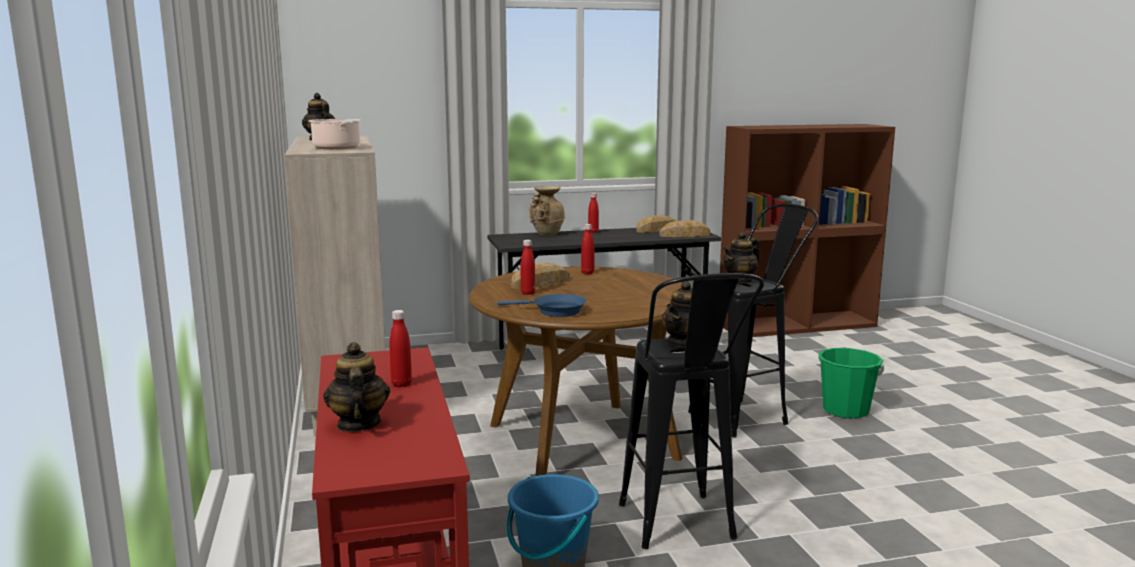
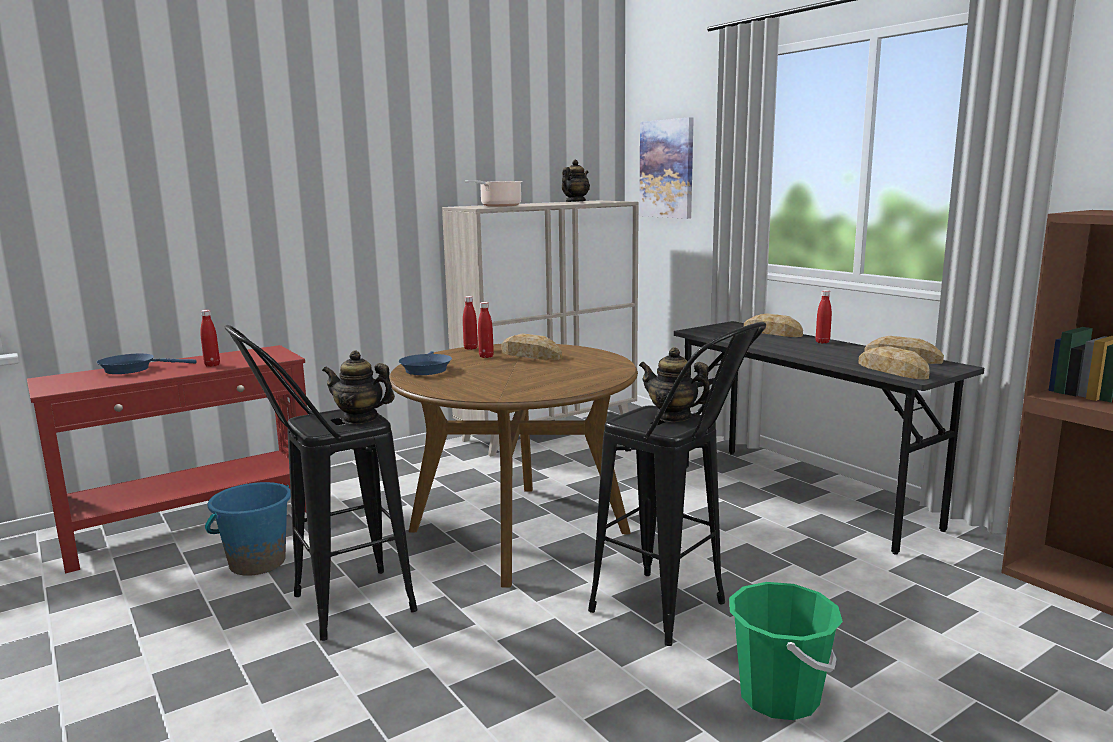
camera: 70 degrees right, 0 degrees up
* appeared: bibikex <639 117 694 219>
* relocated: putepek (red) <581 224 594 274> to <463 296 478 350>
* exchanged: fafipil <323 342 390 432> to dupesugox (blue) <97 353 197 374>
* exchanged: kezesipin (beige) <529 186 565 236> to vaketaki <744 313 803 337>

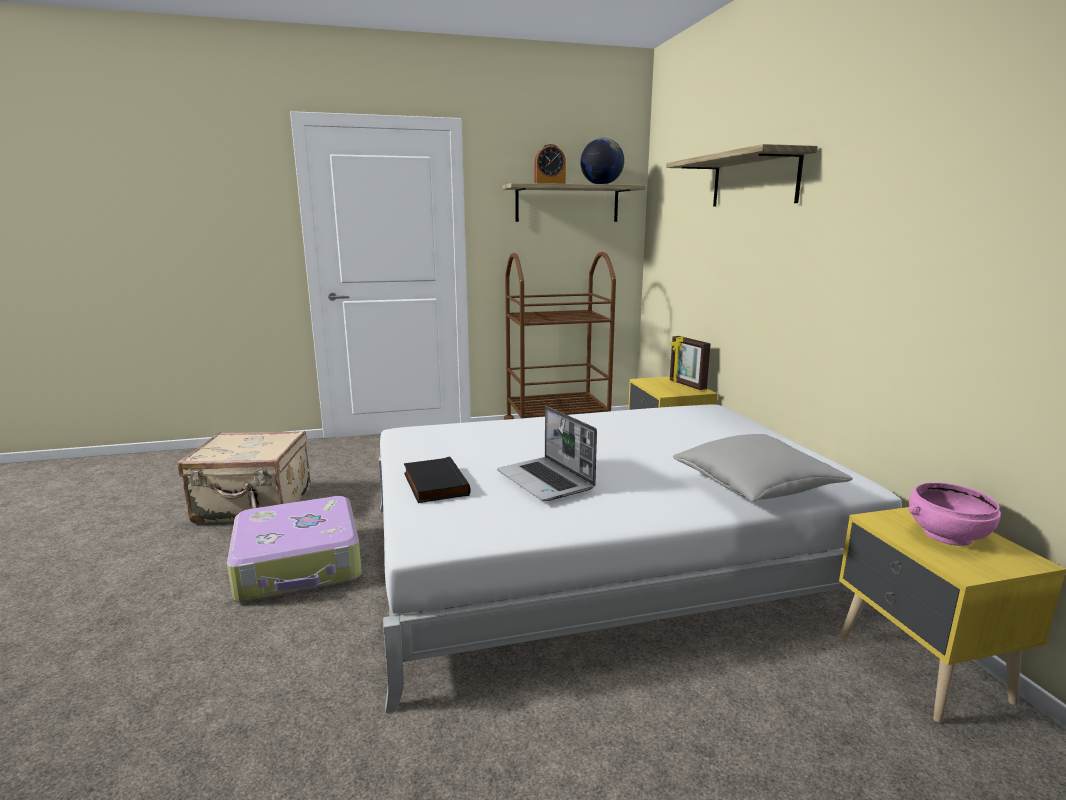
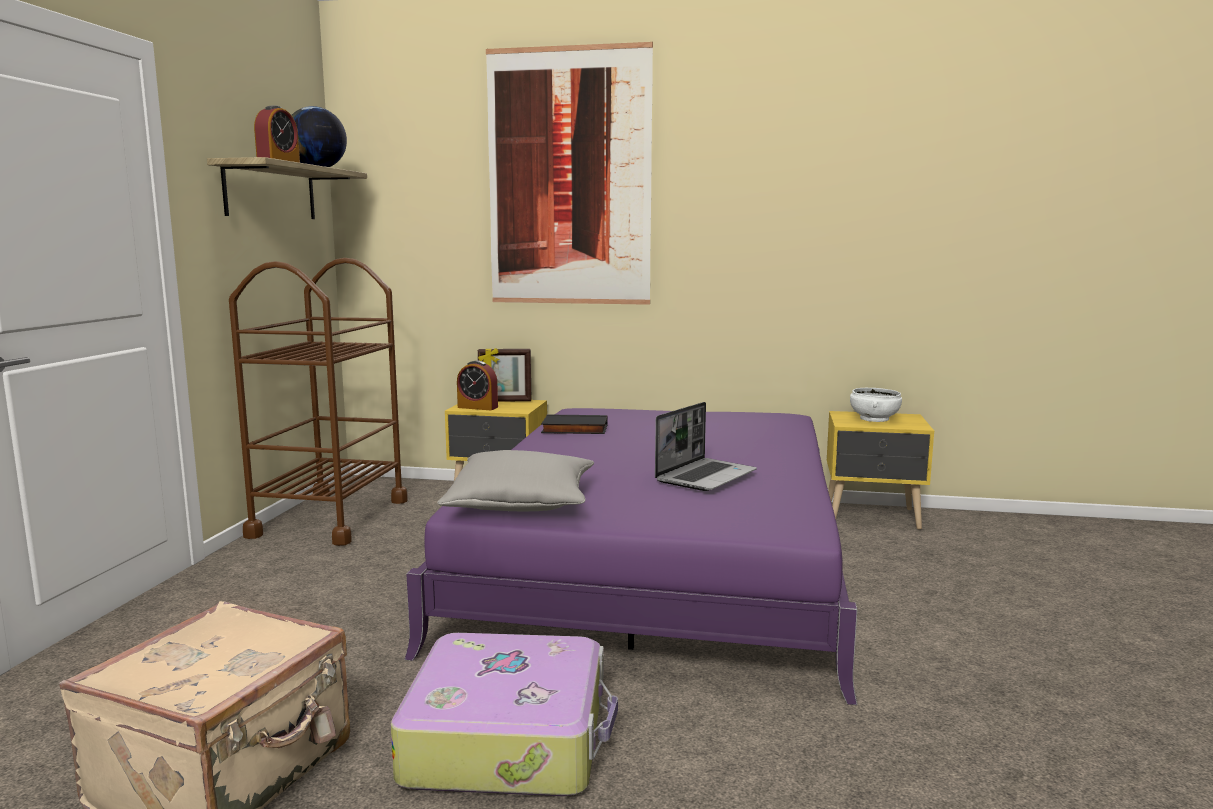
camera: 65 degrees left, 5 degrees down
* appeared: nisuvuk <457 360 498 410>
* relocated: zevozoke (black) <404 457 471 503> to <541 415 607 434>
* relocated: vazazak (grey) <673 434 853 501> to <437 450 594 511>
* exchanged: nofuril <666 144 818 207> to bibikex <486 42 653 305>
* colour: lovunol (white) <379 405 902 713> to lovunol (purple) <405 408 858 705>
* colour: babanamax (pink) <909 482 1001 546> to babanamax (white) <850 388 902 422>
* spun: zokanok <497 406 597 501> = <655 402 757 491> 45 degrees counterclockwise

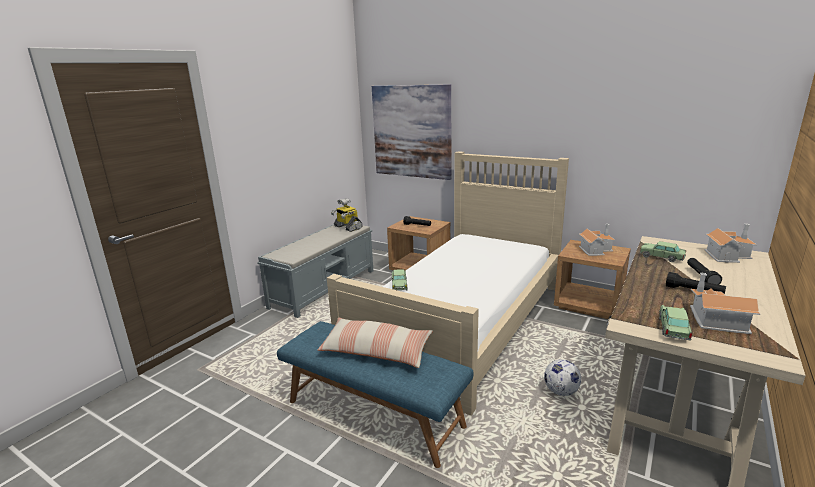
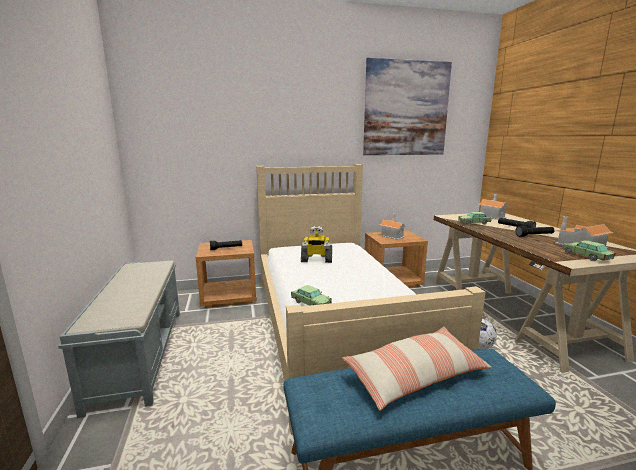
camera: 45 degrees left, 5 degrees down
* relocated: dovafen <331 198 363 232> to <301 226 332 263>
* relocated: bibikex <372 84 451 180> to <363 58 452 155>

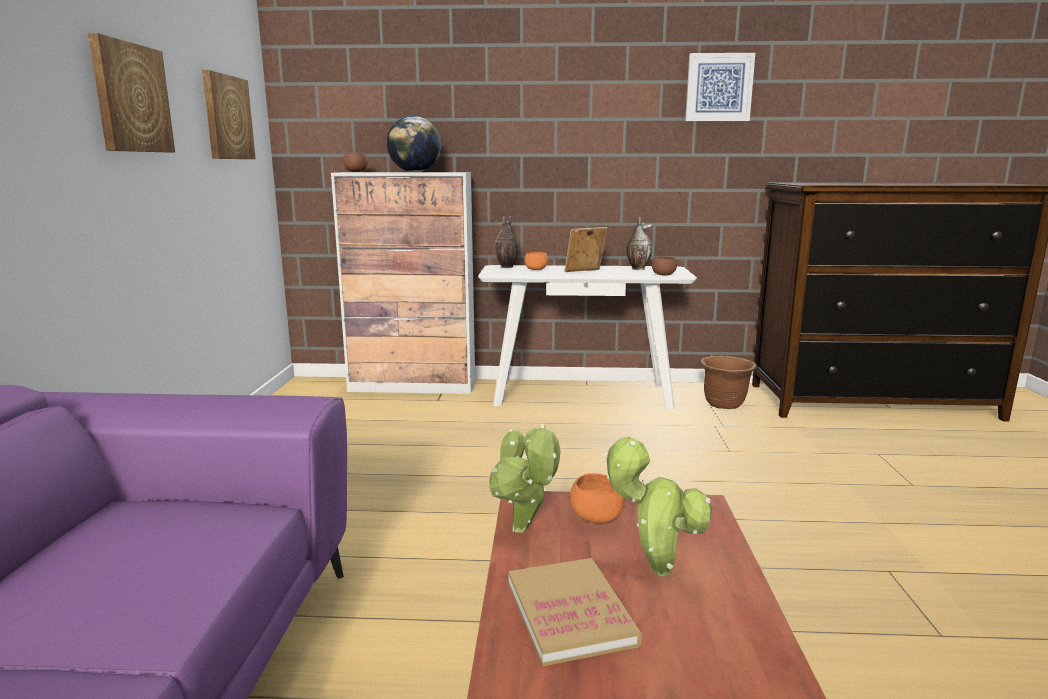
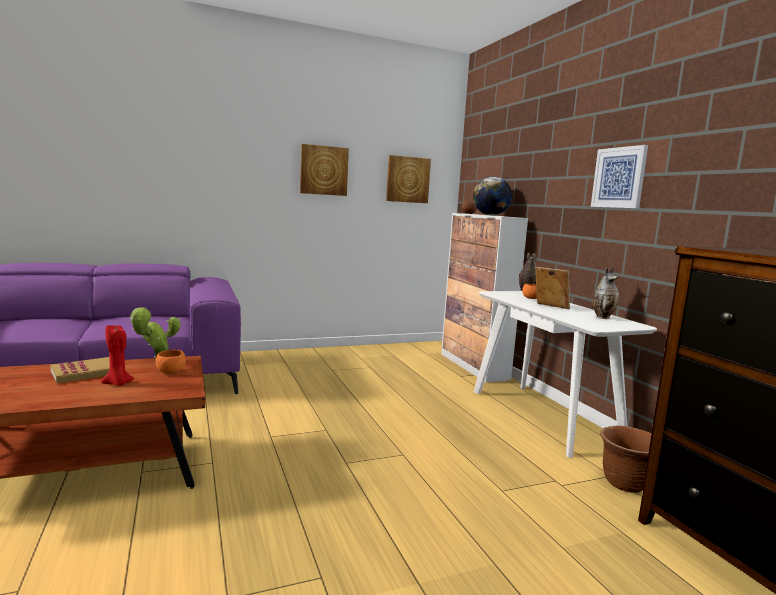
camera: 65 degrees right, 5 degrees down
* missing: babanamax (brown) <652 257 677 276>
* relocated: bibikex <685 53 755 121> to <591 145 648 209>
* exchanged: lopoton <604 437 712 576> to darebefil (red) <101 326 134 386>

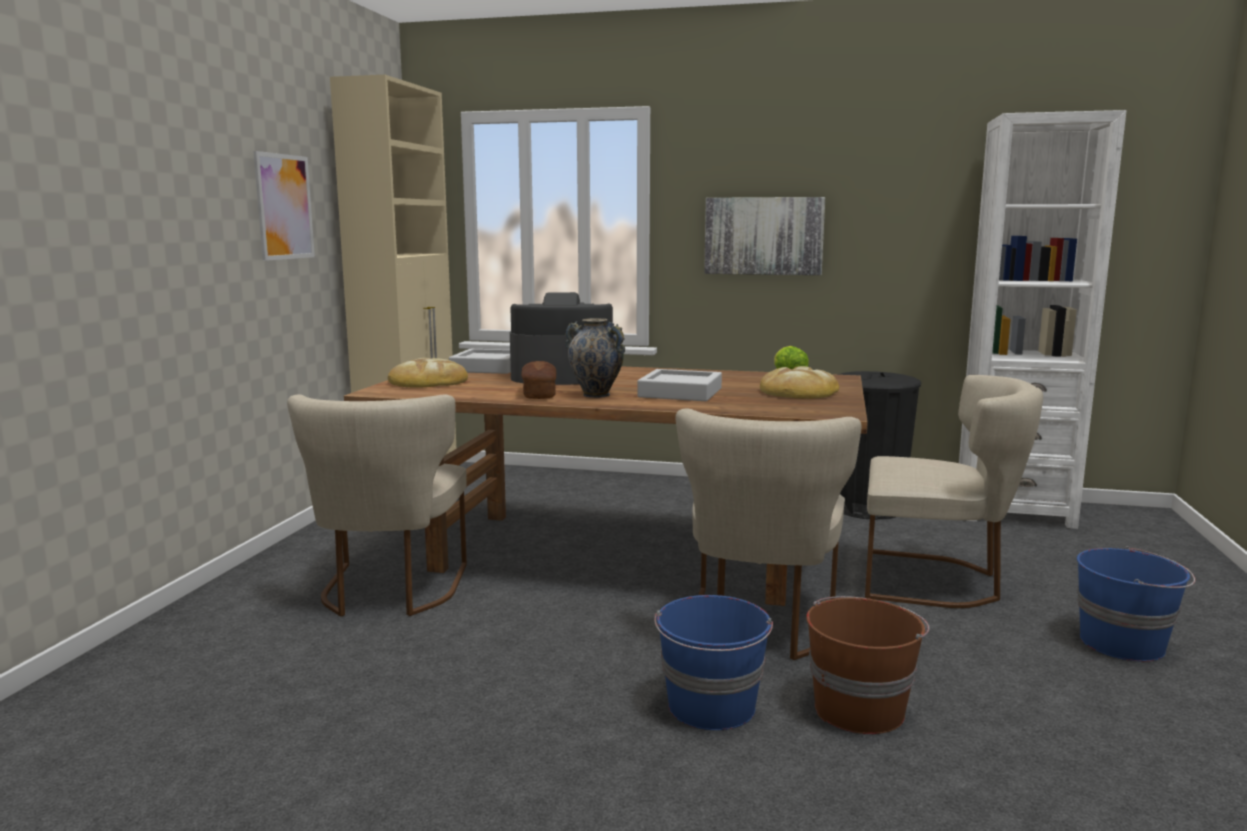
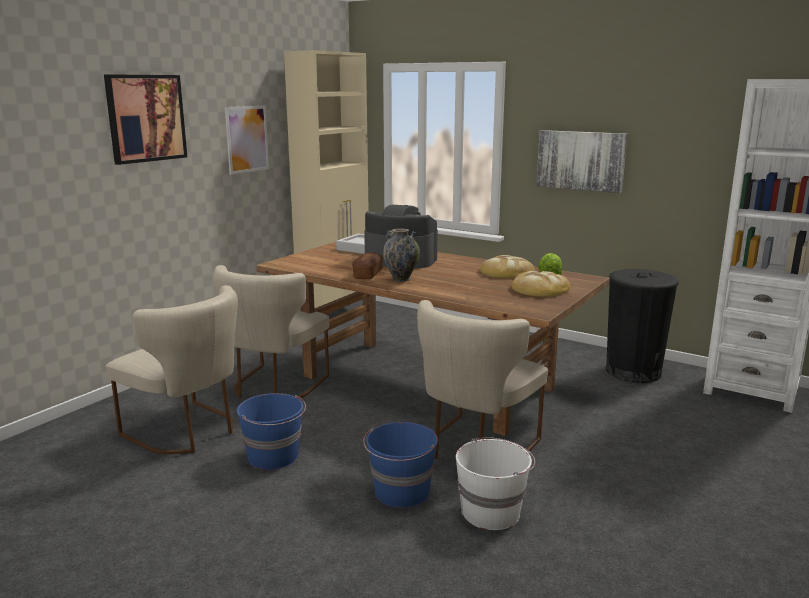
camera: 20 degrees right, 5 degrees up
* missing: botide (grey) <637 369 722 401>
* appeared: bibikex <104 74 187 165>
* relocated: vaketaki <388 358 468 388> to <480 255 535 278>
* relocated: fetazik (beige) <865 375 1043 608> to <106 285 238 454>
* relocated: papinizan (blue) <1077 546 1195 662> to <237 393 306 470>
* colour: papinizan (brown) <806 596 929 734> to papinizan (white) <456 437 535 530>

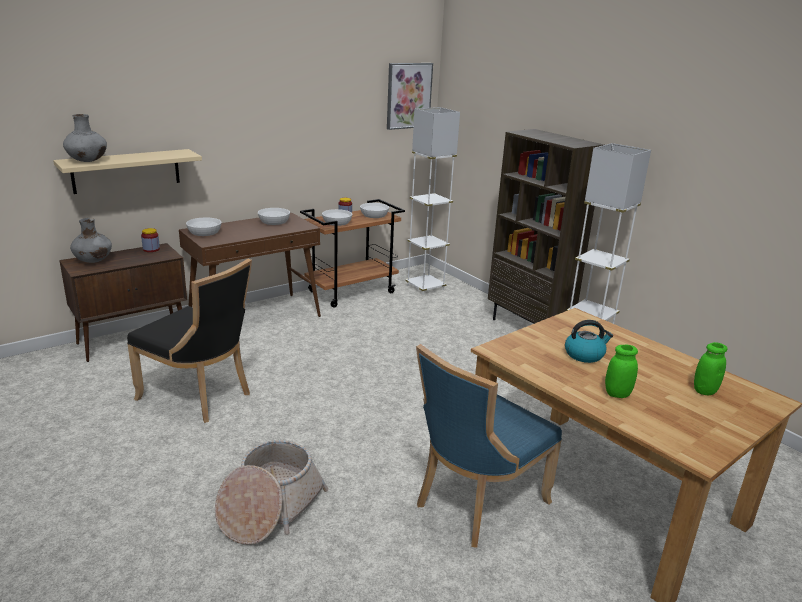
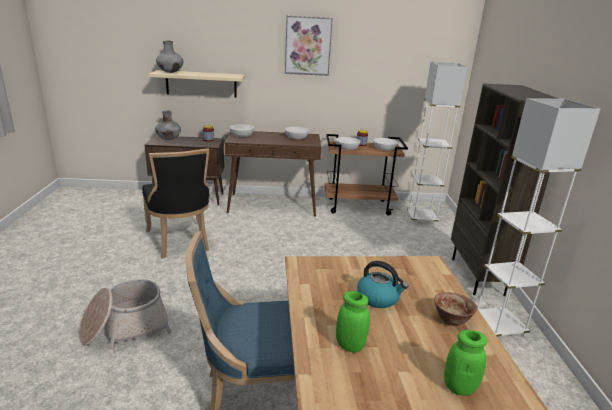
camera: 35 degrees right, 0 degrees up
* appeared: babanamax <434 292 478 326>
* relocated: bibikex <387 63 433 130> to <285 16 333 76>

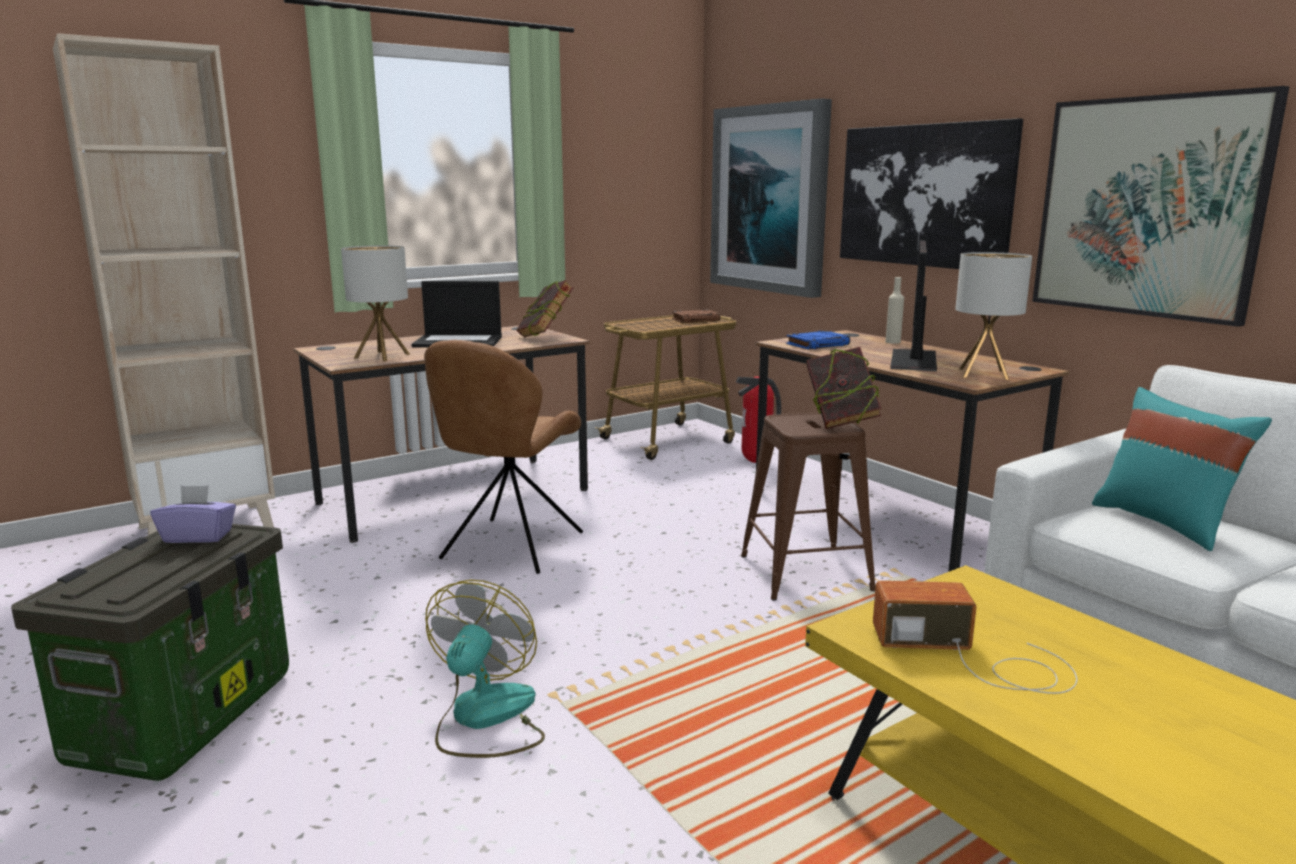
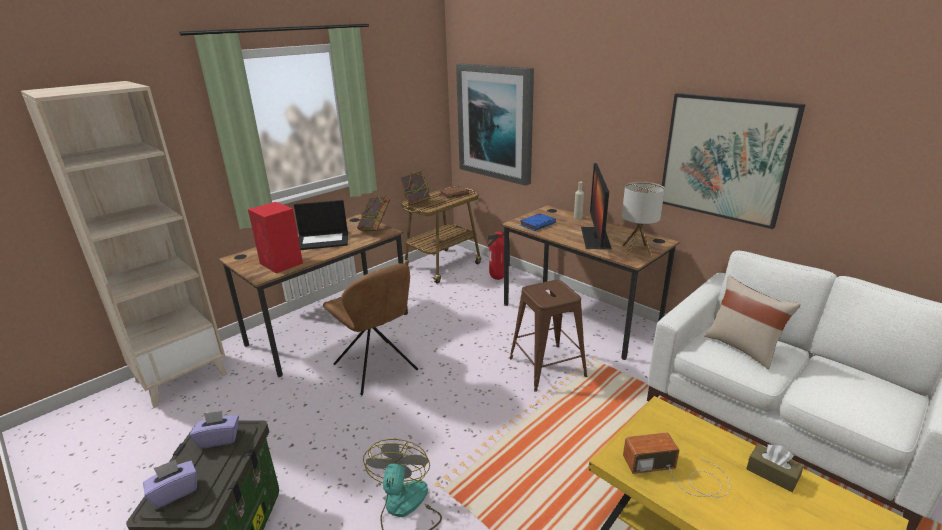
camera: 10 degrees left, 10 degrees up
* missing: bibikex <840 118 1023 269>
* appeared: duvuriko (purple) <143 459 197 508>
* appeared: duvuriko (brown) <746 444 804 492>
* relocated: zevozoke <806 347 881 429> to <401 171 430 205>
* exchanged: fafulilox <341 245 410 361> to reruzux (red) <248 202 303 273>
* colour: vazazak (turquoise) <1092 387 1272 551> to vazazak (beige) <704 275 801 369>
* spun: fetazik (brown) <424 340 583 574> = <323 263 418 395> 45 degrees counterclockwise

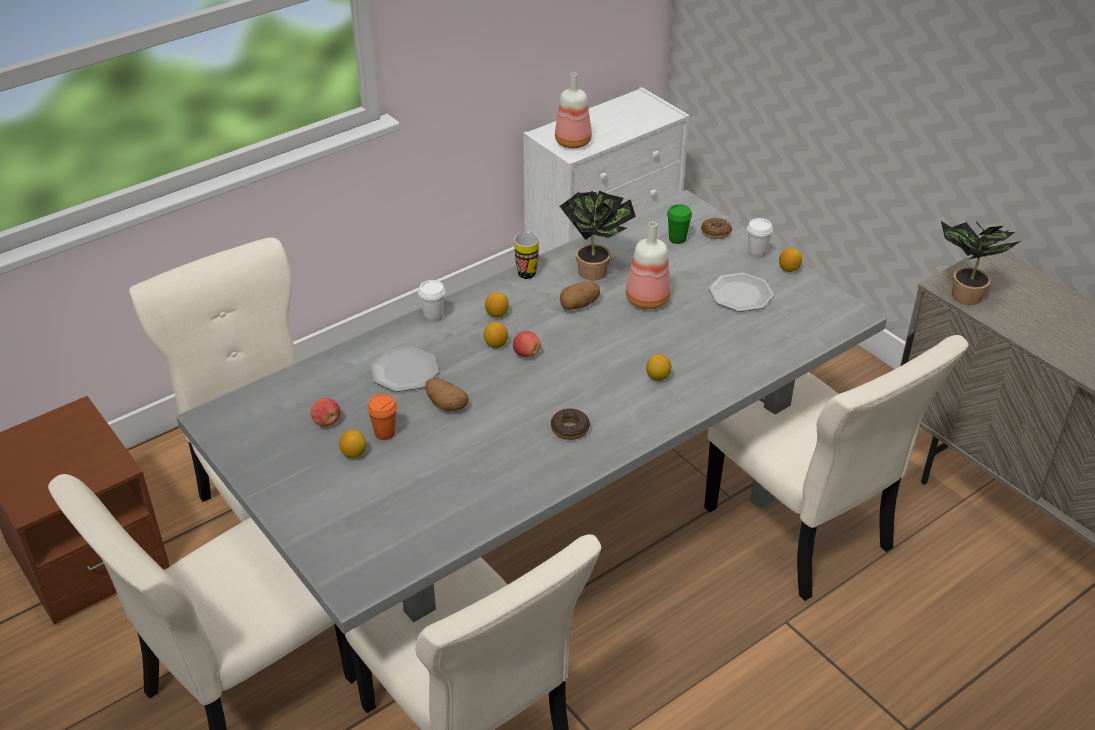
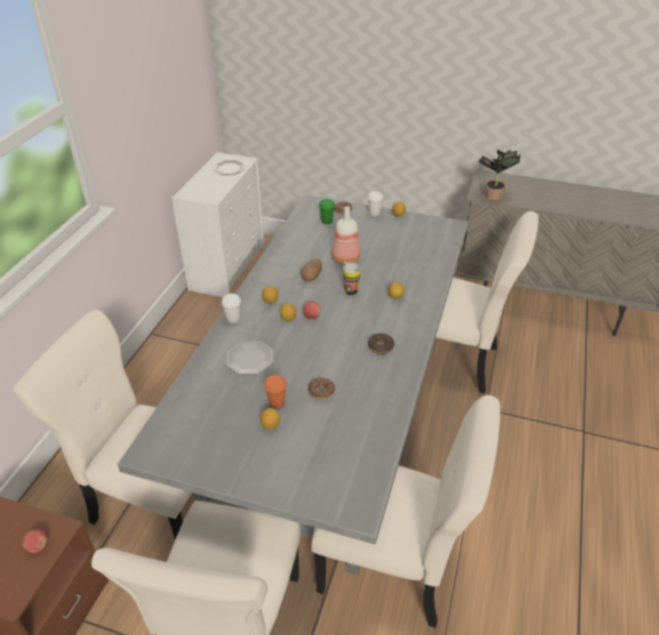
camera: 35 degrees left, 0 degrees up
* missing: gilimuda <426 378 469 412>
* missing: putepek <555 73 592 148>
* missing: lopoton <560 191 636 280>
* appeared: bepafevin <308 377 335 399>
* relocated: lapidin <311 398 341 426> to <23 529 48 553>
* relocated: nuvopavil <514 231 539 279> to <343 262 361 295>
* relocated: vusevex <709 273 774 312> to <213 159 245 175>

